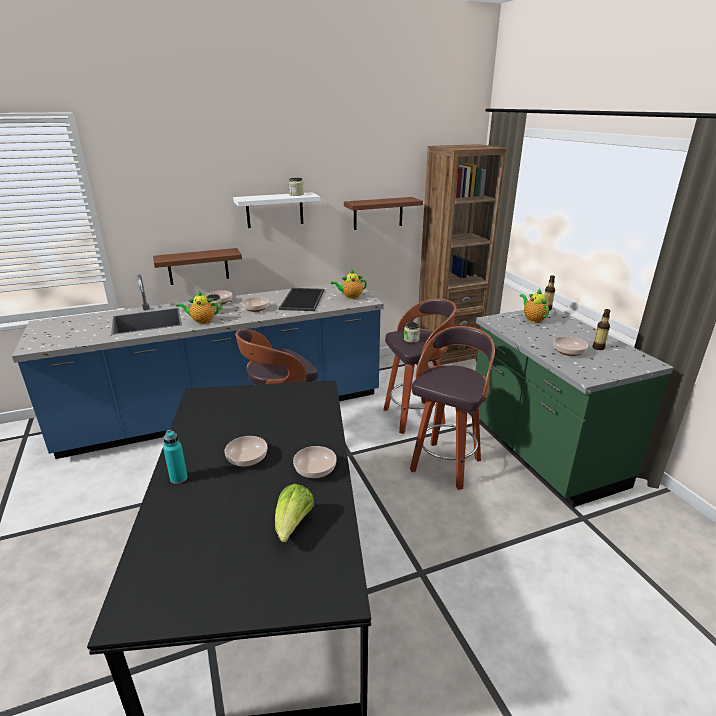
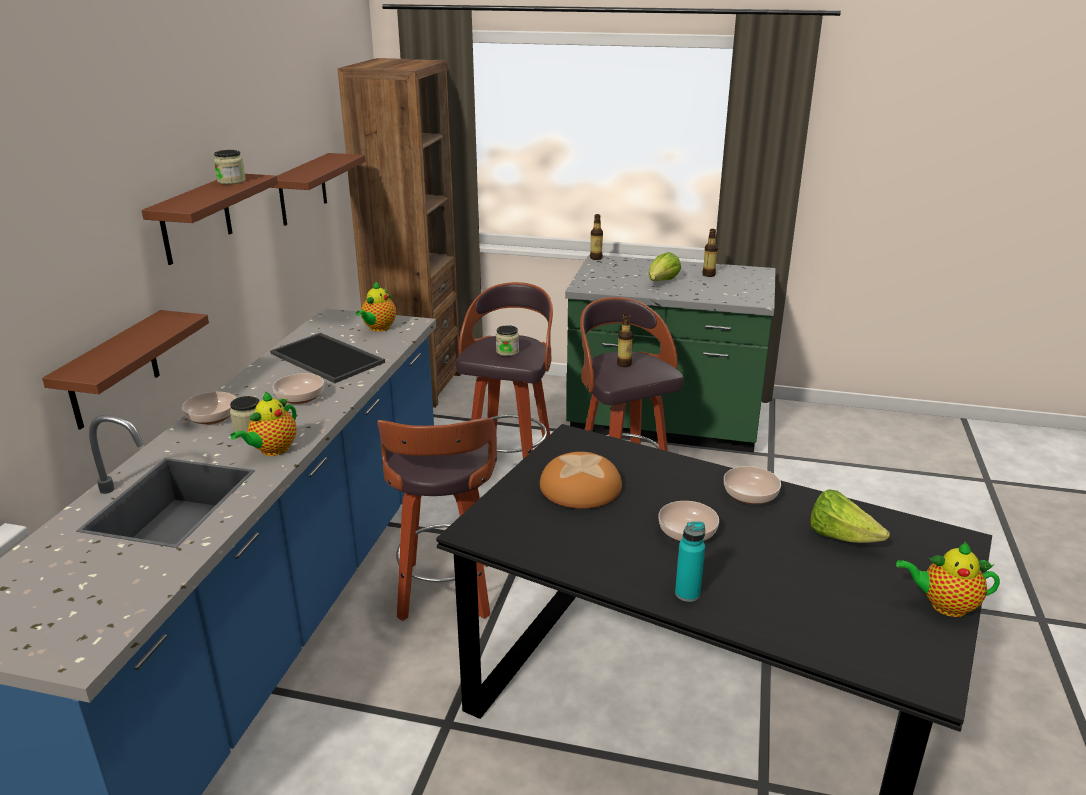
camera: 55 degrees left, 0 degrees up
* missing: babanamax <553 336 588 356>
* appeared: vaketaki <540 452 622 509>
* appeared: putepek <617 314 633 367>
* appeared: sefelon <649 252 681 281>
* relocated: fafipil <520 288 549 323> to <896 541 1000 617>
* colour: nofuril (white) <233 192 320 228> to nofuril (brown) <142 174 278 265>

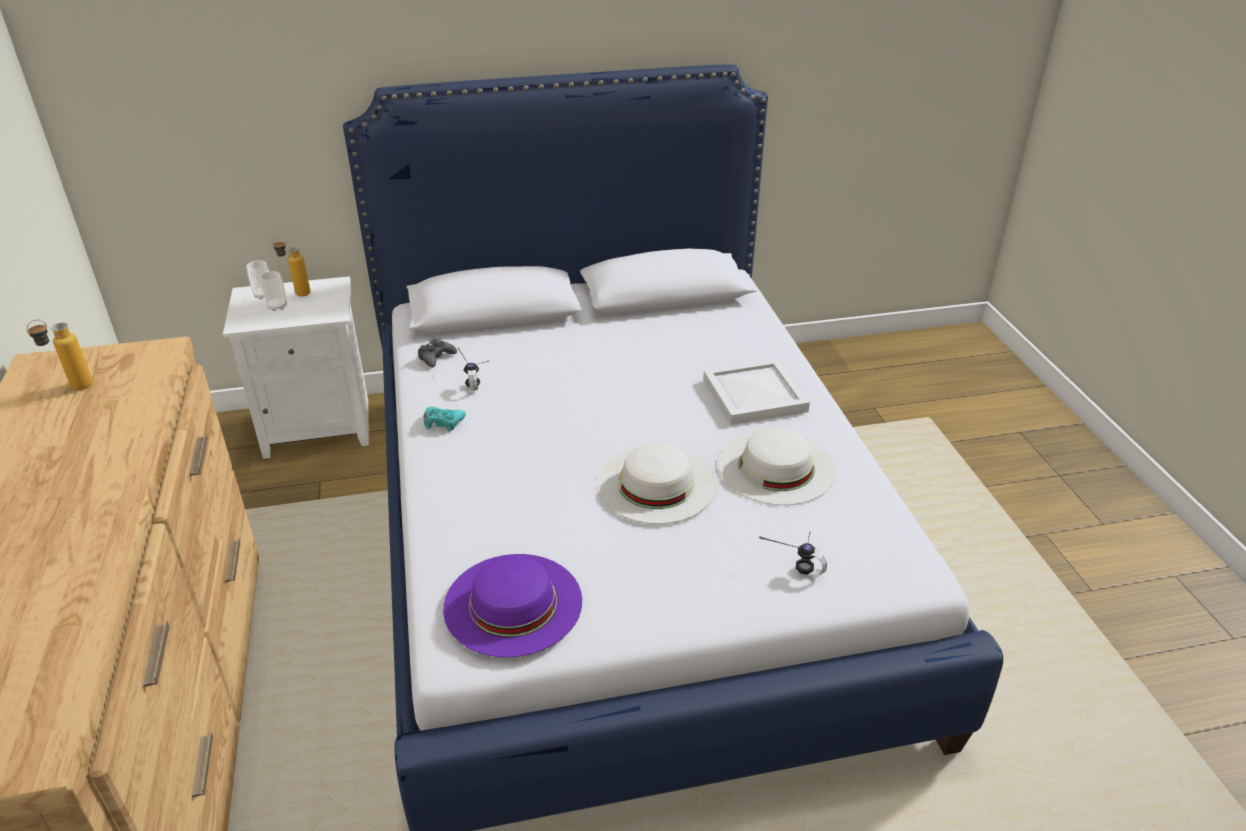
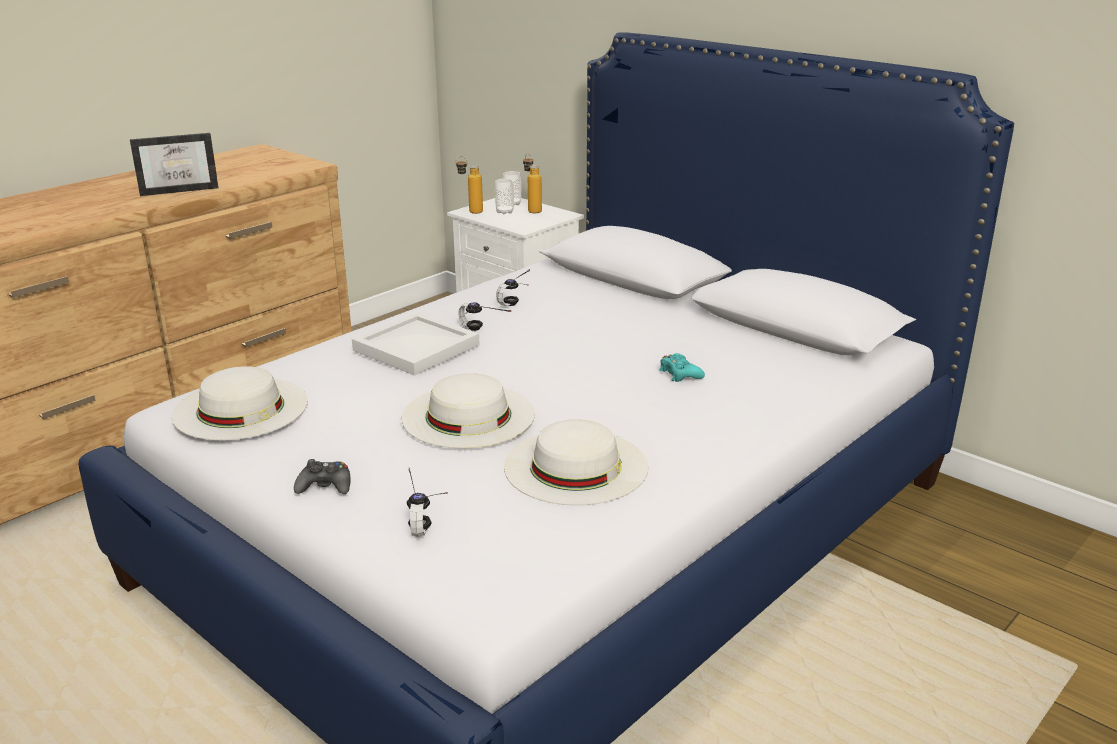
camera: 55 degrees right, 10 degrees down
* appeared: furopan <130 133 219 196>
* appeared: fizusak <458 302 512 331>
* relocated: putepek <26 319 93 390> to <455 156 483 214>
* relocated: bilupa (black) <418 339 457 367> to <294 459 351 494>
* relocated: bilupa (turquoise) <423 407 466 432> to <659 353 705 382>
* relocated: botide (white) <703 359 810 425> to <352 312 480 376>
* colour: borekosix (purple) <443 554 582 657> to borekosix (white) <171 366 308 440>

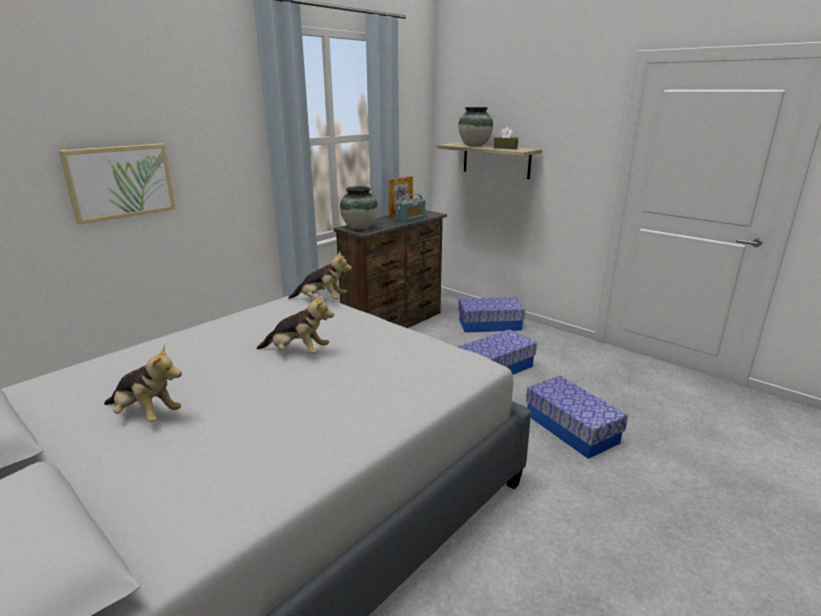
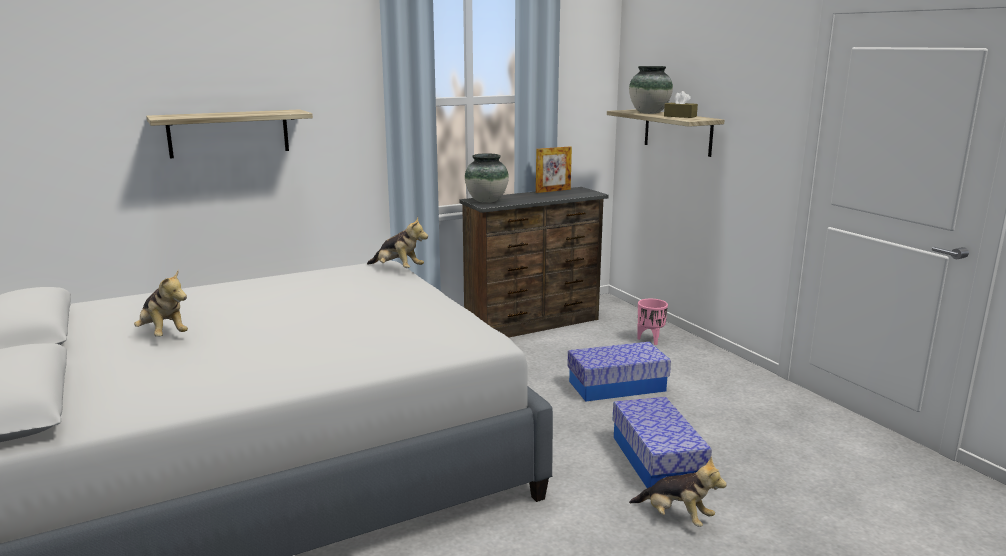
camera: 20 degrees right, 5 degrees down
* missing: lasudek <395 194 426 222>
* relocated: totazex <256 293 334 354> to <629 457 727 527>
* exchanged: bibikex <59 144 176 225> to nofuril <146 109 313 158>
* exchanged: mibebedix <458 297 526 333> to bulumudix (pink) <637 299 668 345>

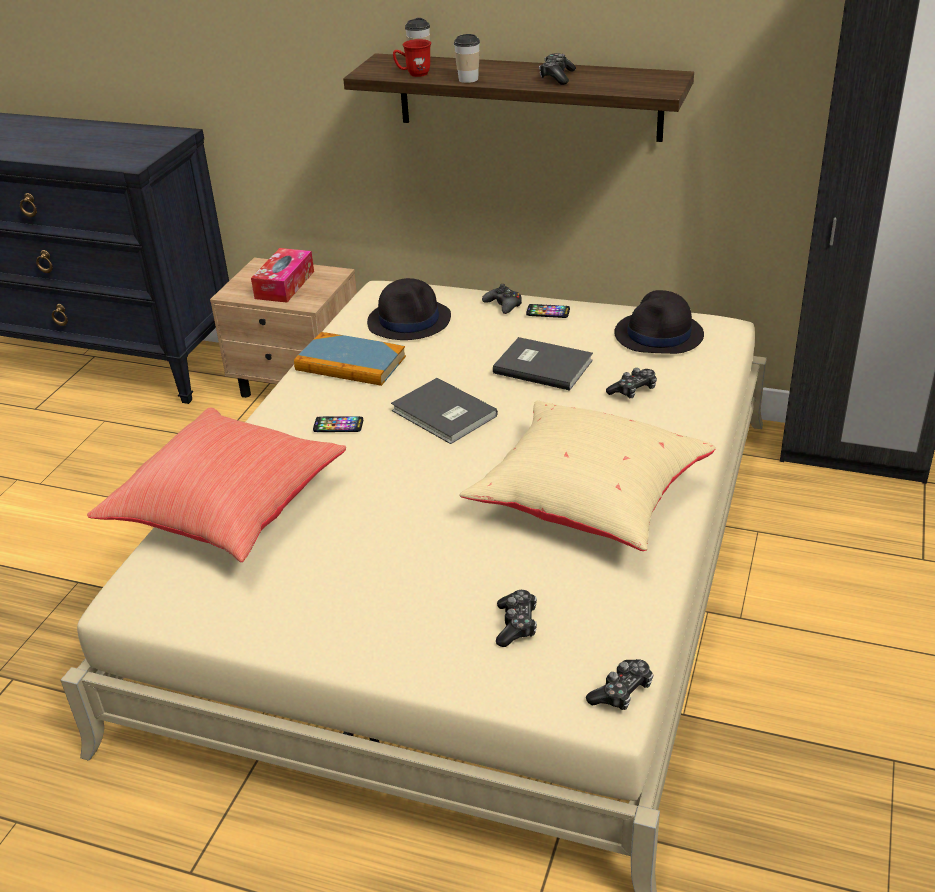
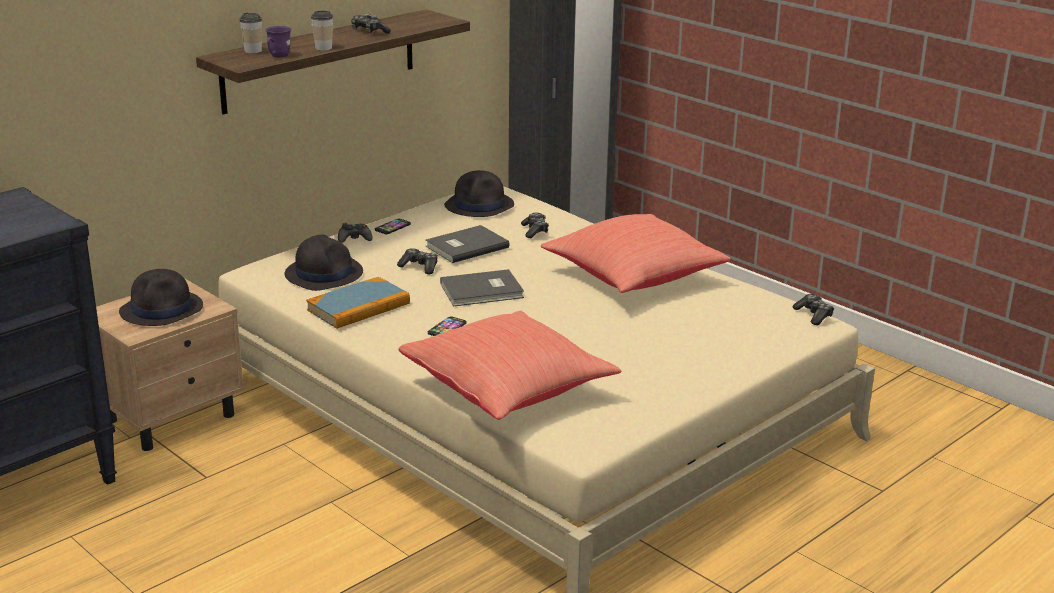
camera: 65 degrees left, 10 degrees down
* relocated: bilupa <496 590 537 647> to <397 248 438 274>
* exchanged: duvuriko <251 248 314 303> to borekosix (black) <119 269 203 326>
* colour: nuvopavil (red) <393 39 431 77> to nuvopavil (purple) <266 26 291 58>
* colour: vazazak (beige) <459 400 716 551> to vazazak (red) <541 214 731 293>

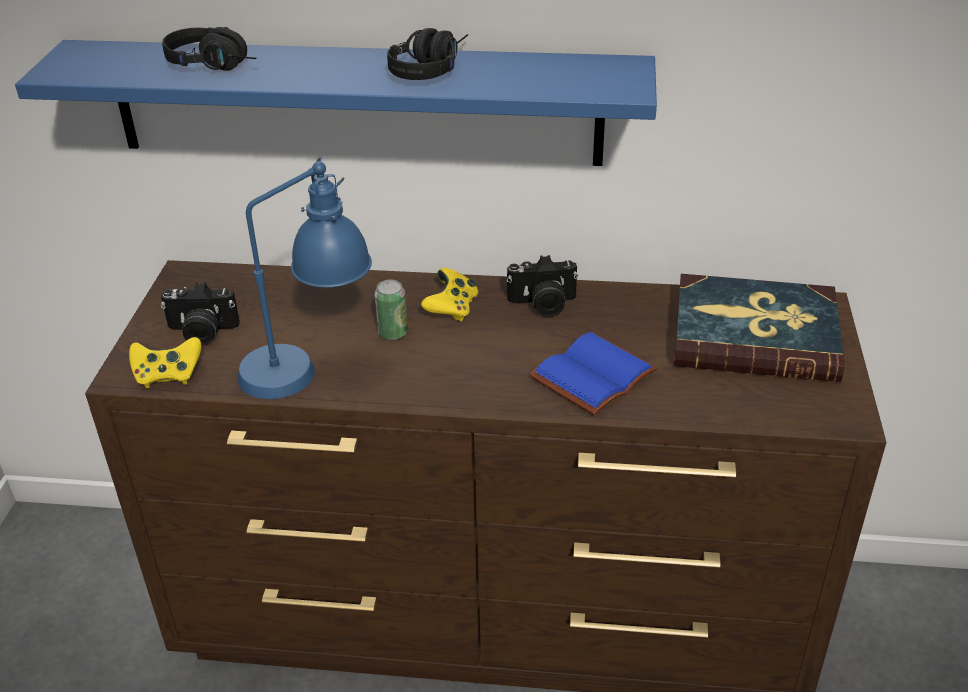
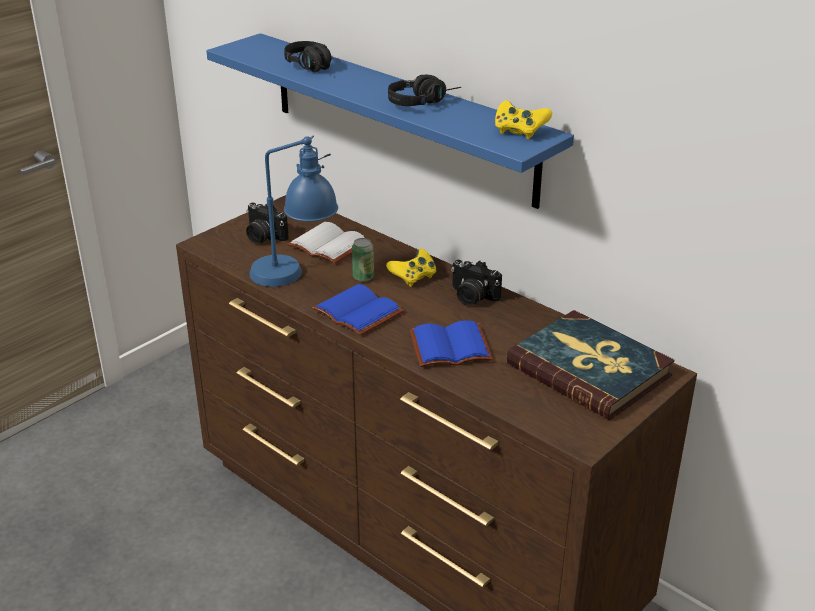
camera: 35 degrees right, 5 degrees down
* appeared: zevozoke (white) <287 222 365 264>
* appeared: zevozoke (blue) <313 284 404 336>
* relocated: bilupa (yellow) <129 337 201 388> to <495 101 552 139>

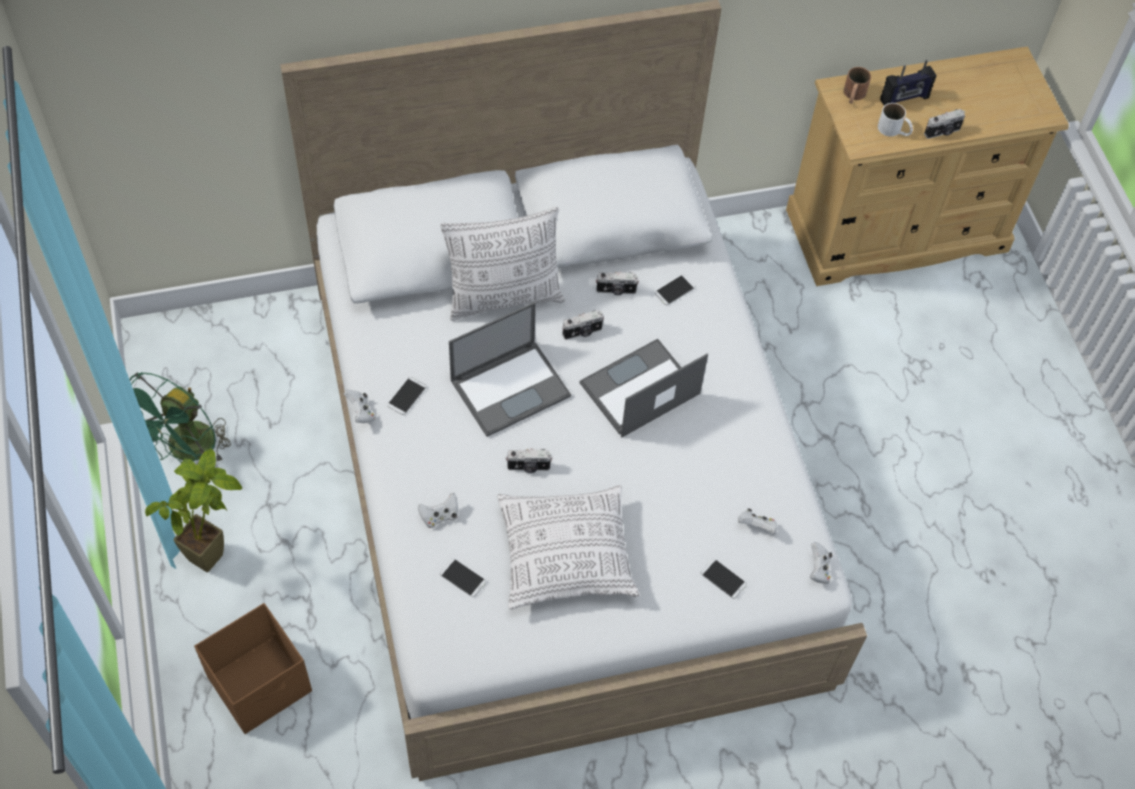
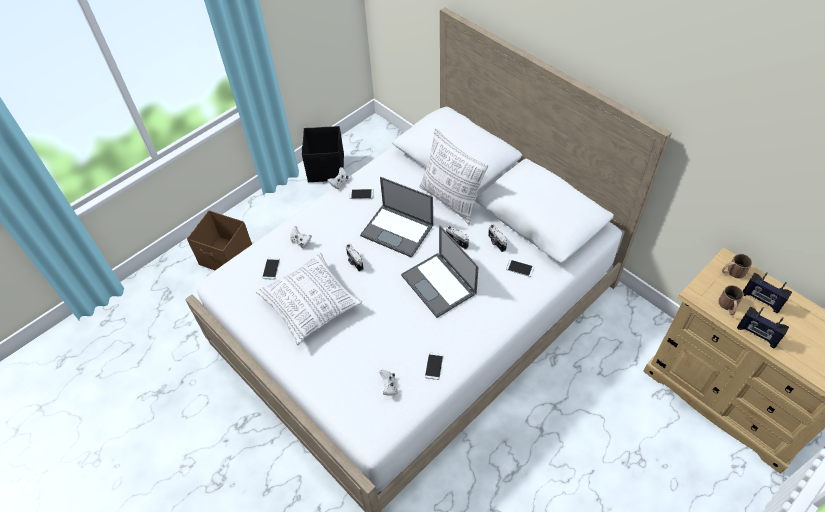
camera: 65 degrees right, 5 degrees down
* missing: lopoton <145 448 243 572>
* missing: bilupa (white) <810 542 832 584>
* relocated: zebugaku <701 559 747 599> to <425 353 443 380>
* exchanged: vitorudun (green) <129 372 231 463> to mibebedix (black) <302 126 344 182>
* exchanged: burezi <924 109 965 139> to lasudek <737 307 789 349>
* colour: nuvopavil (white) <878 103 913 137> to nuvopavil (brown) <719 285 744 315>
* spun: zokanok <580 339 708 437> = <401 225 479 318> 150 degrees counterclockwise

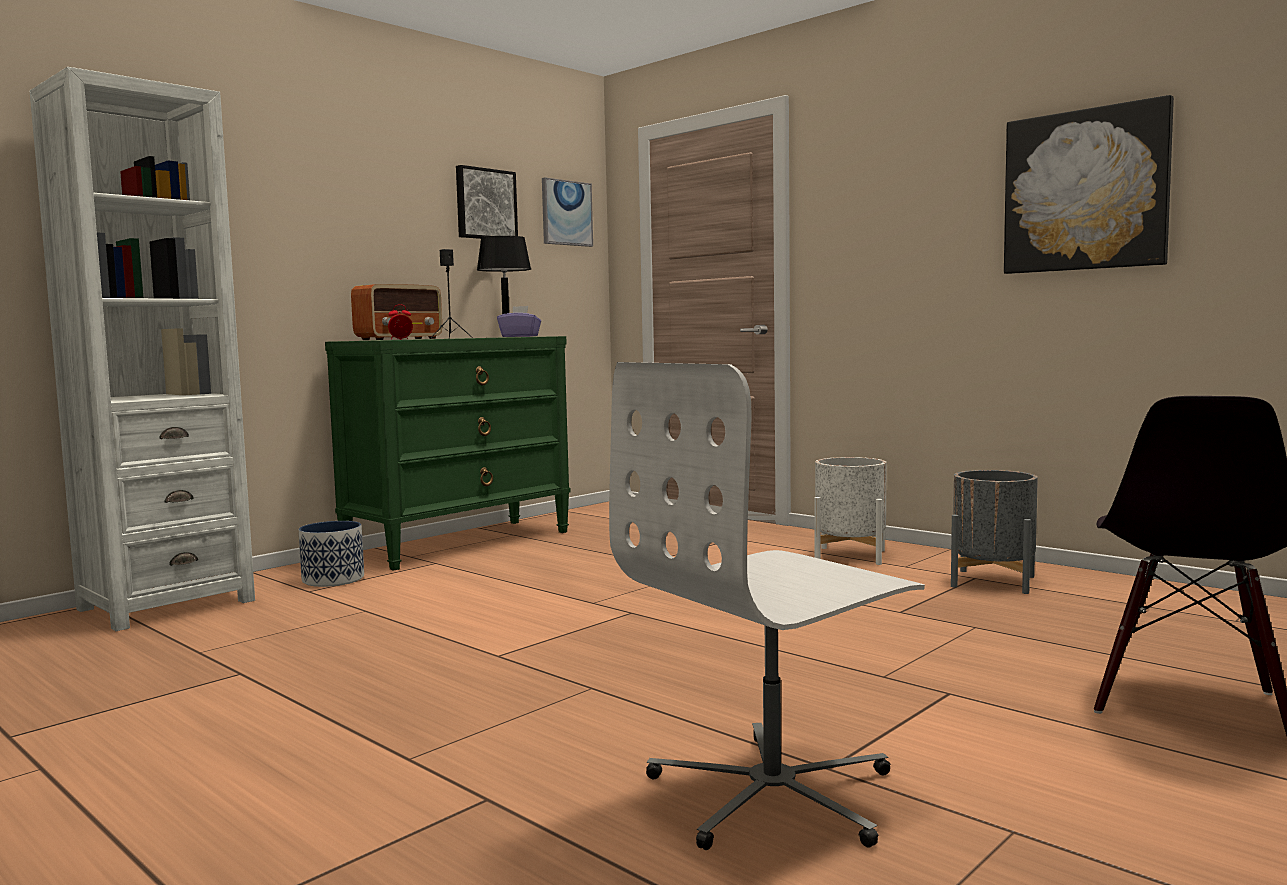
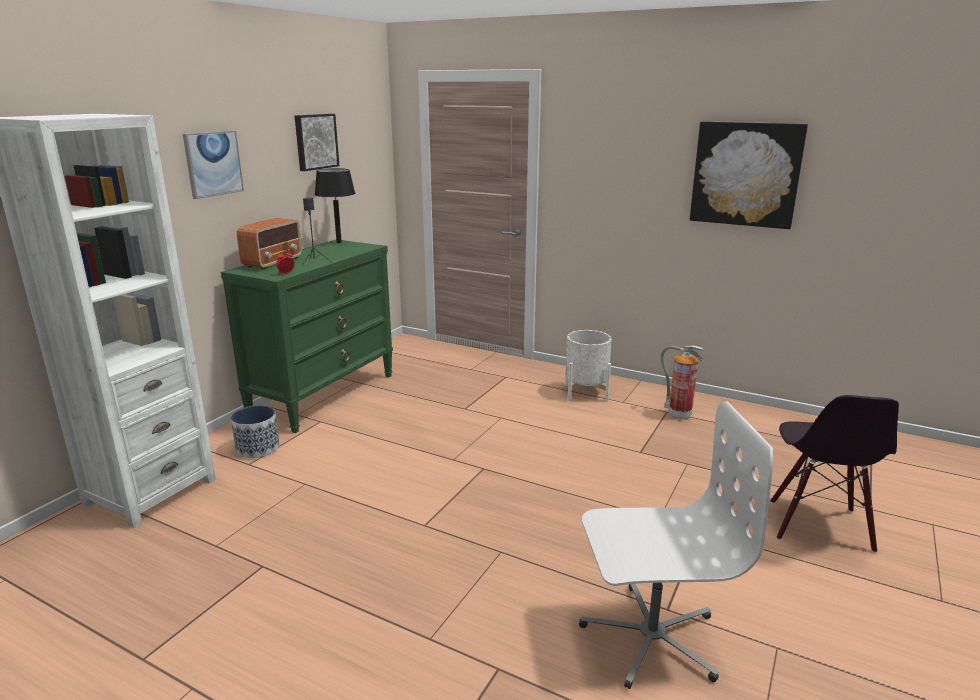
camera: 15 degrees left, 15 degrees up
* missing: duvuriko (purple) <497 306 541 337>
* relocated: bibikex <542 177 593 247> to <183 131 244 199>
* exchanged: bulumudix (grey) <951 470 1038 594> to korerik <661 345 704 420>
* spun: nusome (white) <609 362 925 850> = <579 401 773 689> 135 degrees counterclockwise

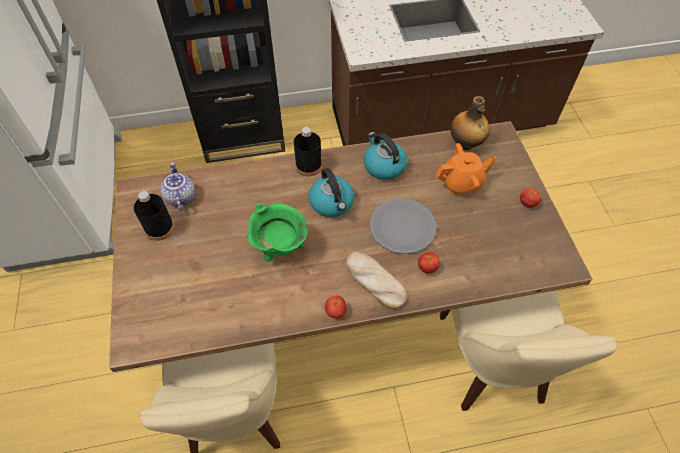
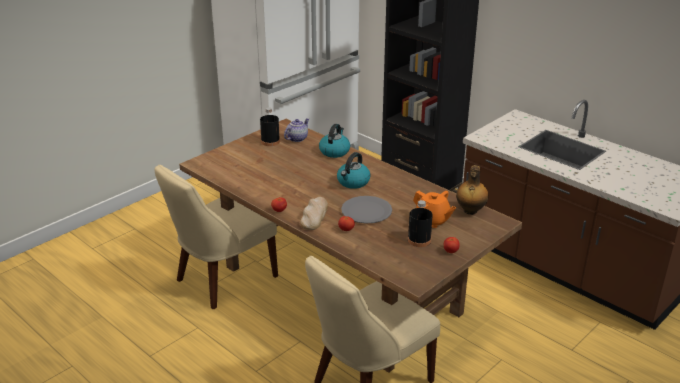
camera: 55 degrees right, 25 degrees down
* missing: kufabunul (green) <248 203 308 262>
* relocated: putepek (black) <294 127 322 177> to <408 200 433 247>
* relocated: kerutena <364 132 407 180> to <319 124 350 158>

